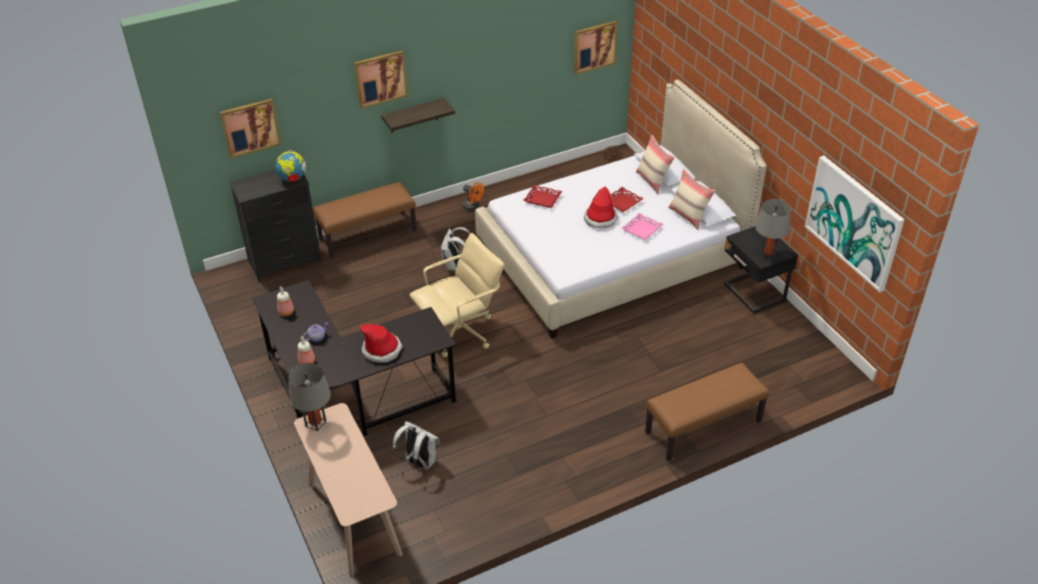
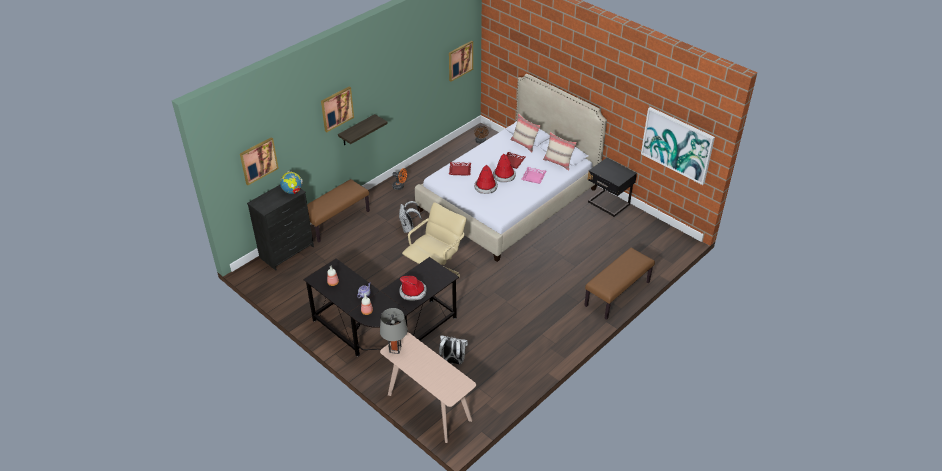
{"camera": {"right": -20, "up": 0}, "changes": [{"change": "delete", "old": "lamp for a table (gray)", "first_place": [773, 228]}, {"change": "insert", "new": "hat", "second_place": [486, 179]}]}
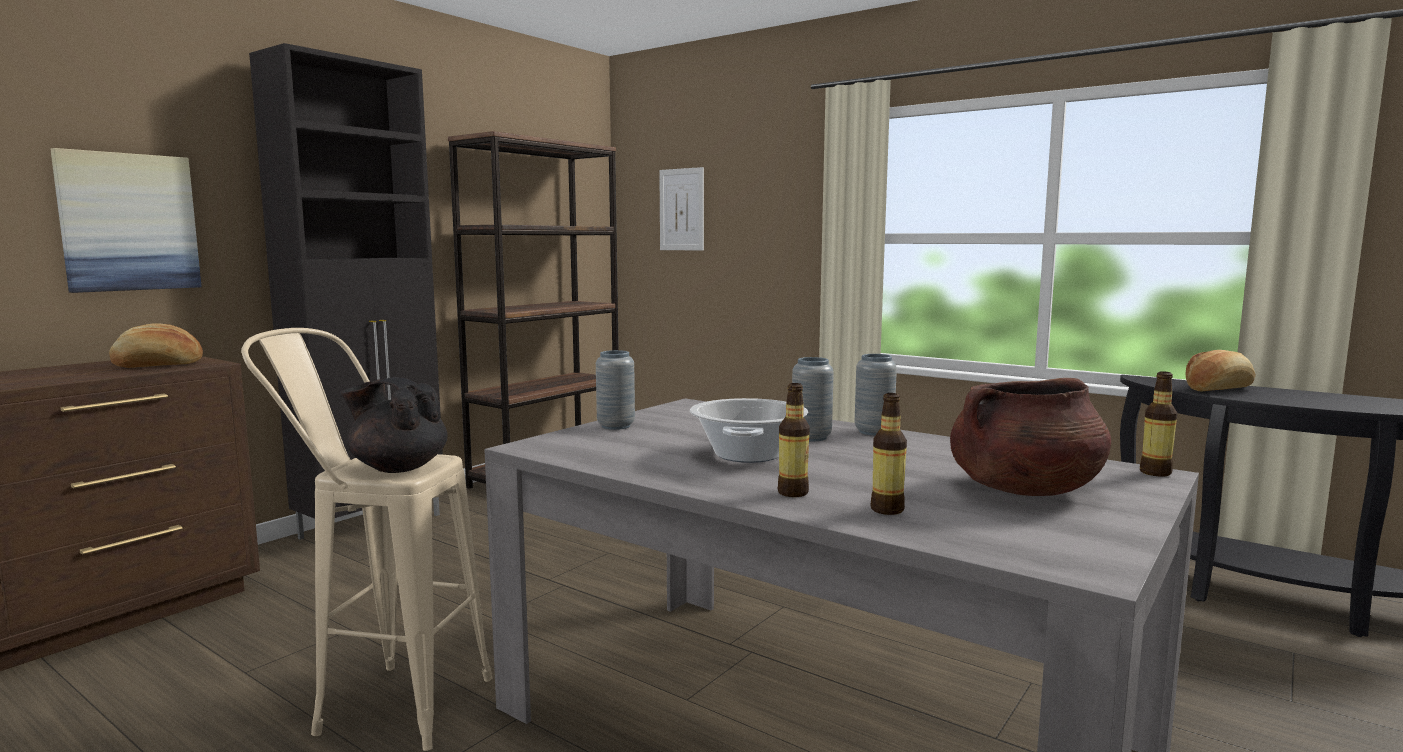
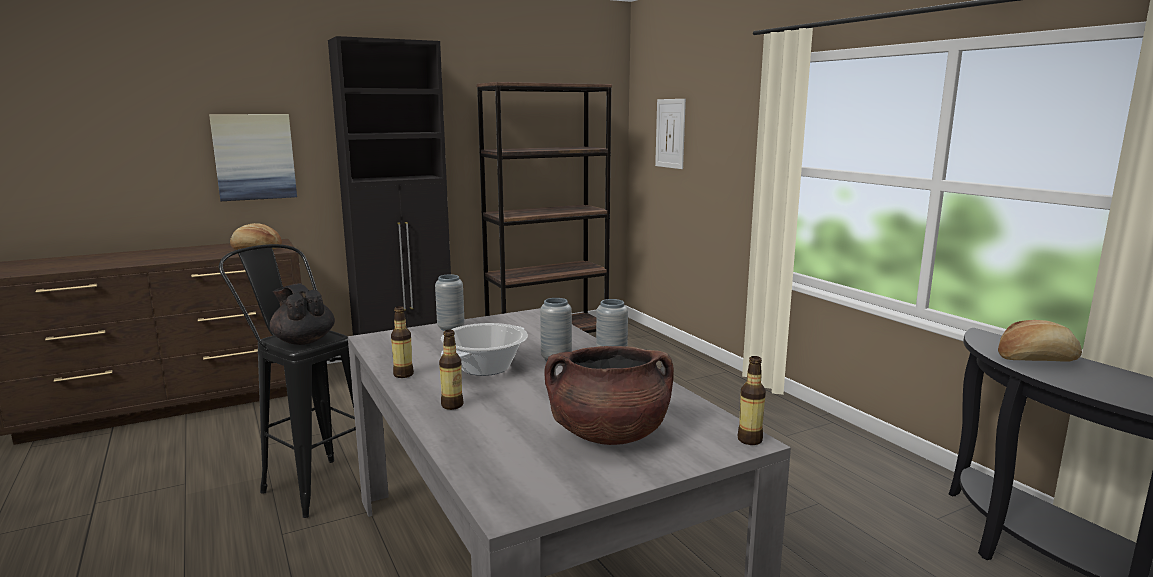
{"camera": {"right": 25, "up": 5}, "changes": [{"change": "recolor", "old": "stool (beige)", "new": "stool (black)", "first_place": [366, 539], "second_place": [287, 381]}, {"change": "move", "old": "bottle", "first_place": [889, 454], "second_place": [402, 342]}]}
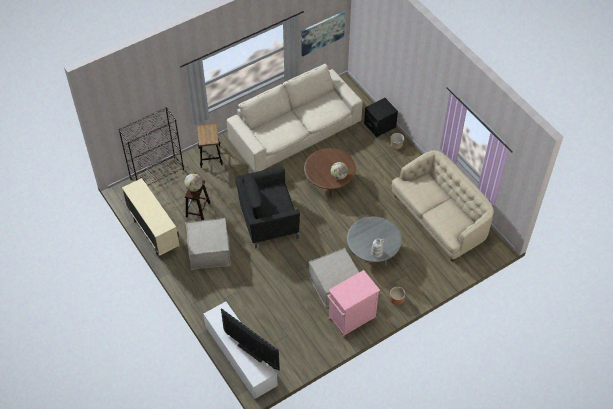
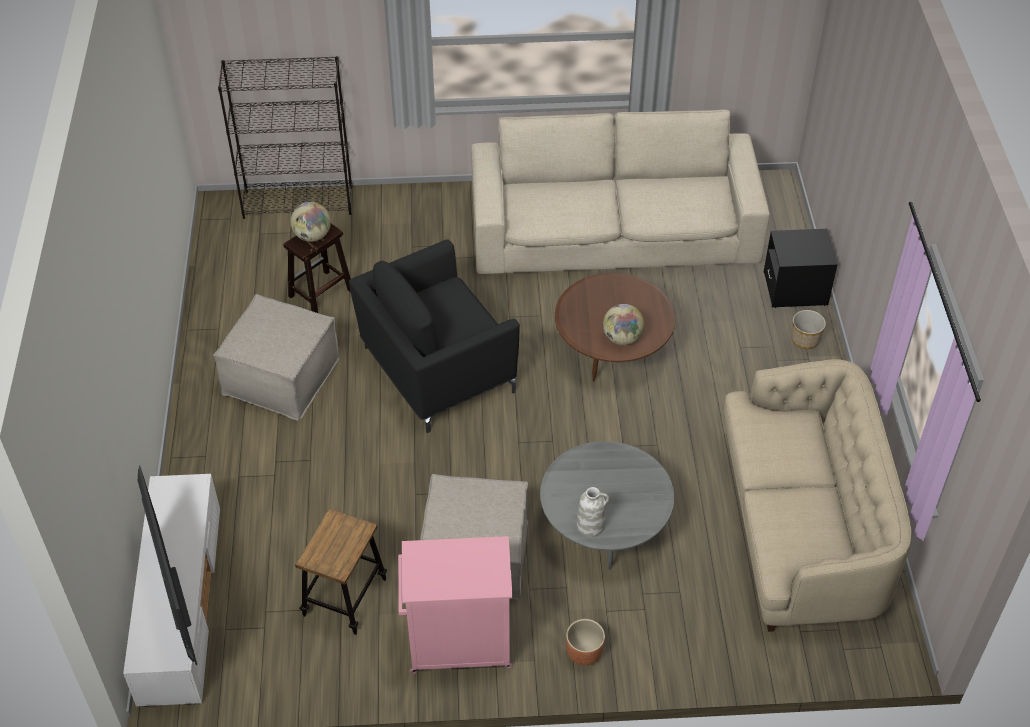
{"camera": {"right": 30, "up": -5}, "changes": [{"change": "delete", "old": "picture", "first_place": [323, 33]}, {"change": "move", "old": "stool", "first_place": [210, 145], "second_place": [341, 571]}, {"change": "rotate", "old": "lounge chair (black)", "first_place": [267, 207], "second_place": [434, 336], "degrees": -45}, {"change": "delete", "old": "cupboard (beige)", "first_place": [150, 217]}]}
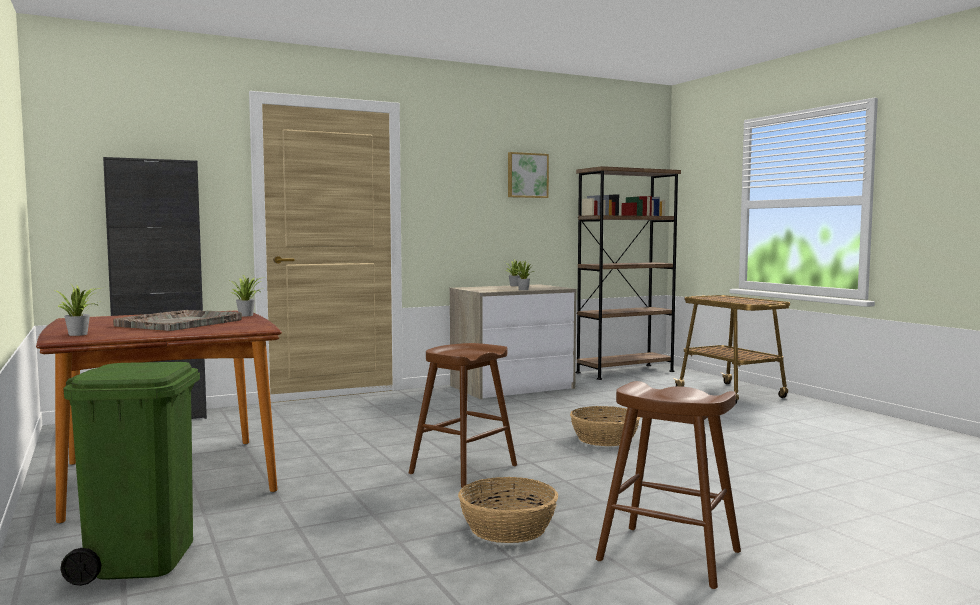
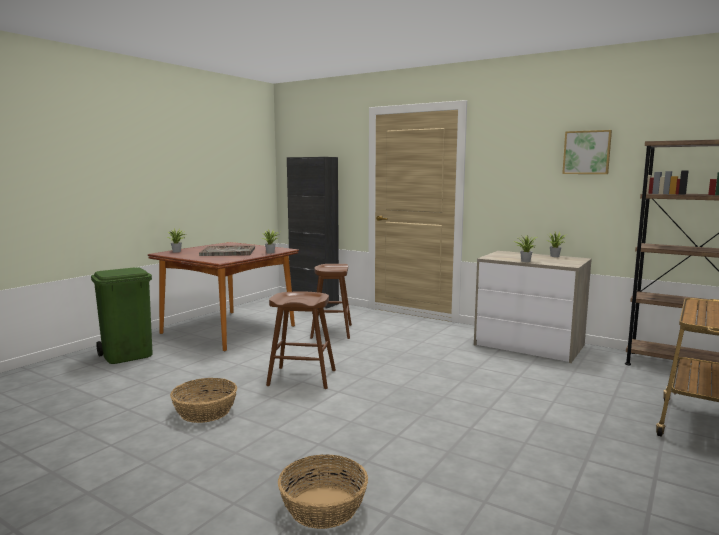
{"camera": {"right": 60, "up": 5}, "changes": [{"change": "move", "old": "stool (brown-coloured)", "first_place": [668, 485], "second_place": [331, 301]}, {"change": "move", "old": "storage basket", "first_place": [605, 426], "second_place": [323, 492]}]}
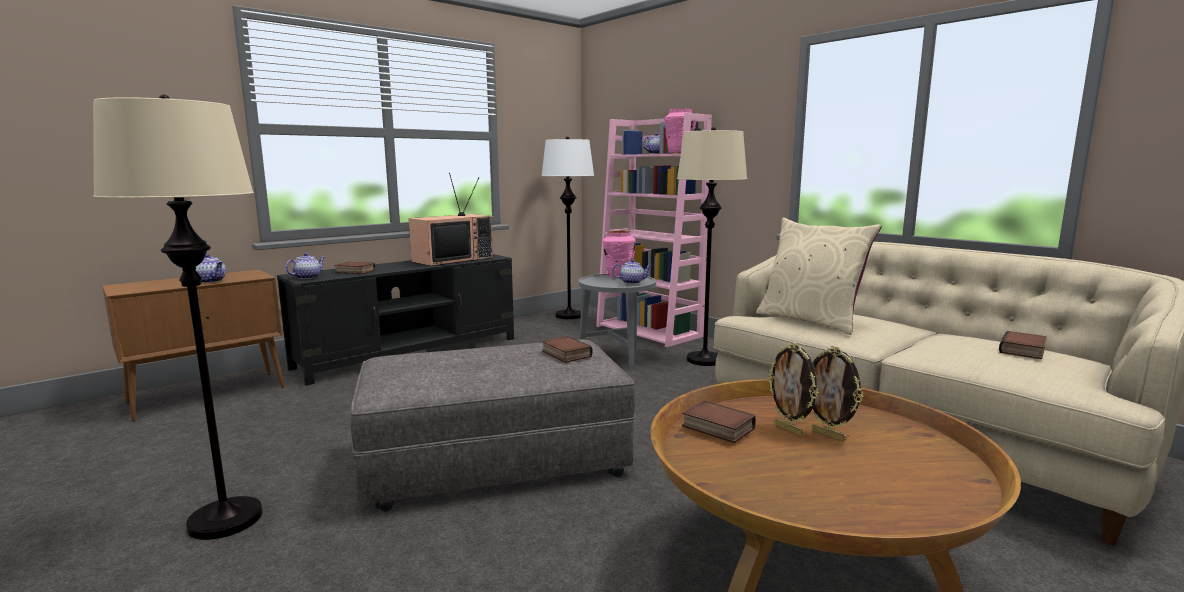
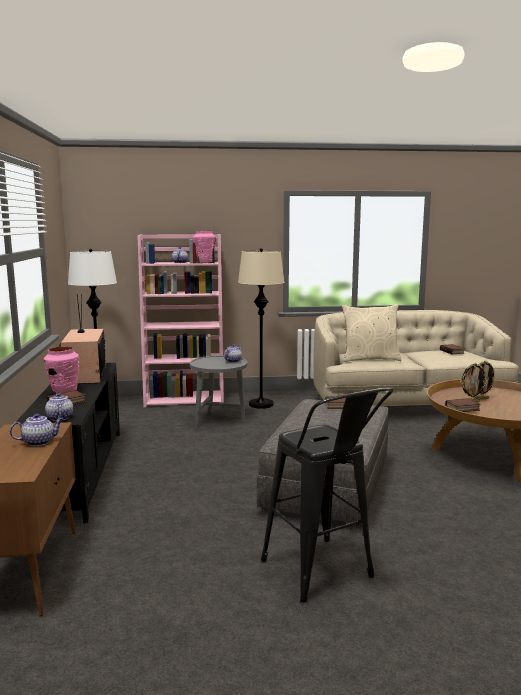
{"camera": {"right": -55, "up": 0}, "changes": [{"change": "replace", "old": "standing lamp (beige)", "new": "stool (black)", "first_place": [178, 317], "second_place": [327, 495]}, {"change": "move", "old": "decorative vase (pink)", "first_place": [619, 253], "second_place": [61, 370]}]}
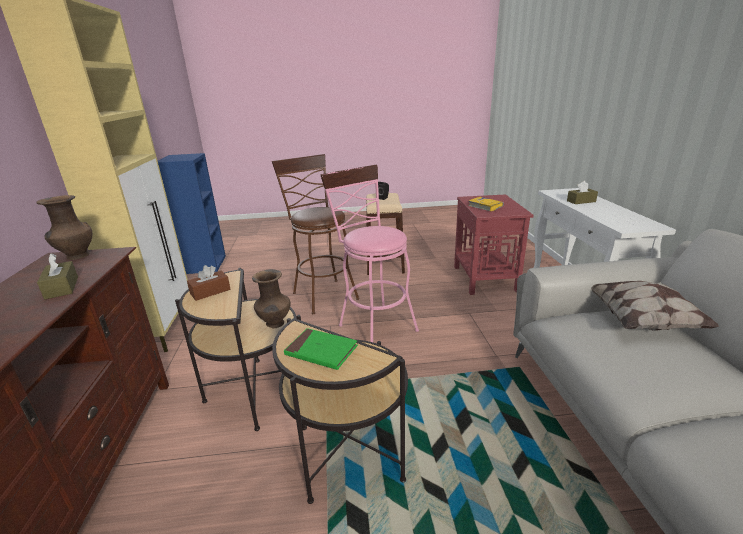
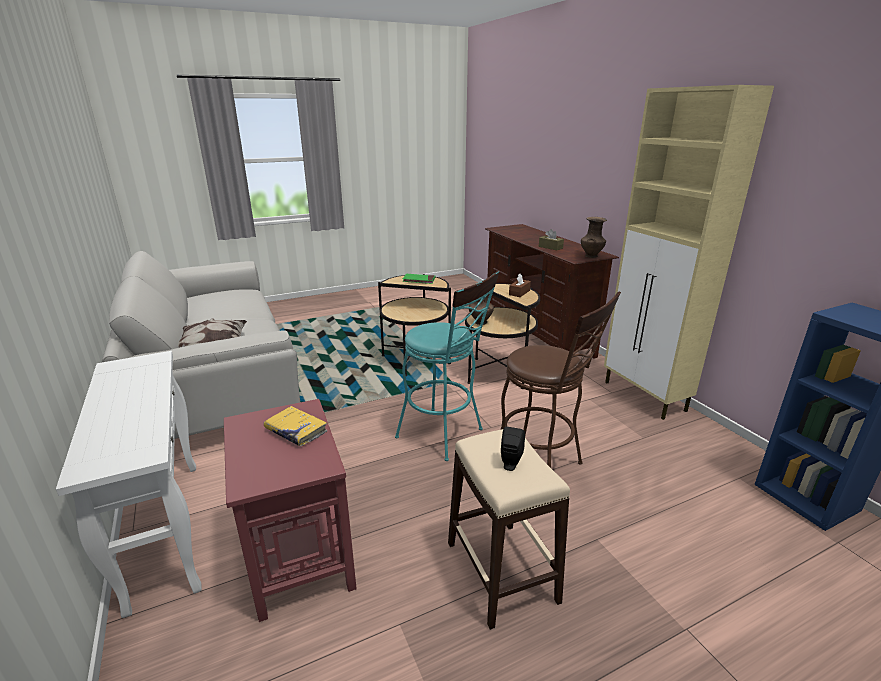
{"camera": {"right": 160, "up": 0}, "changes": [{"change": "recolor", "old": "stool (pink)", "new": "stool (turquoise-coloured)", "first_place": [369, 253], "second_place": [447, 366]}, {"change": "delete", "old": "box of tissues (brown-coloured)", "first_place": [582, 192]}]}
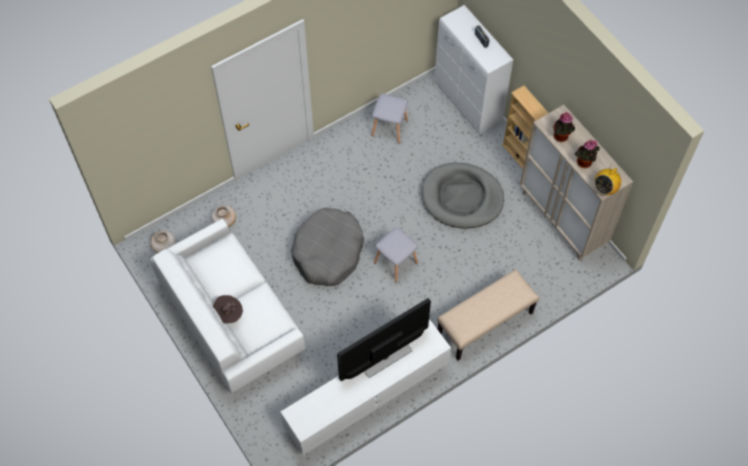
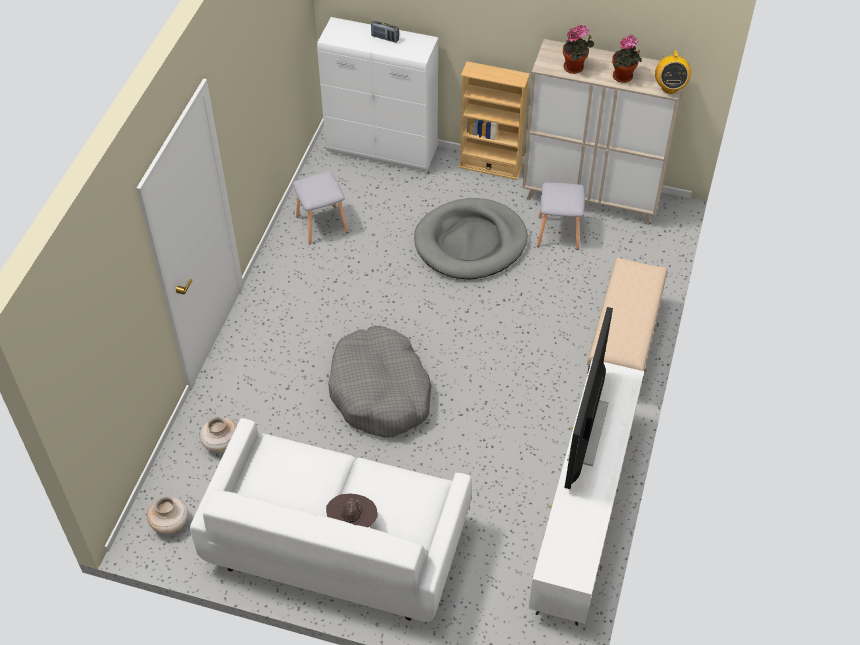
{"camera": {"right": -40, "up": -10}, "changes": [{"change": "move", "old": "stool (gray)", "first_place": [396, 254], "second_place": [561, 216]}]}
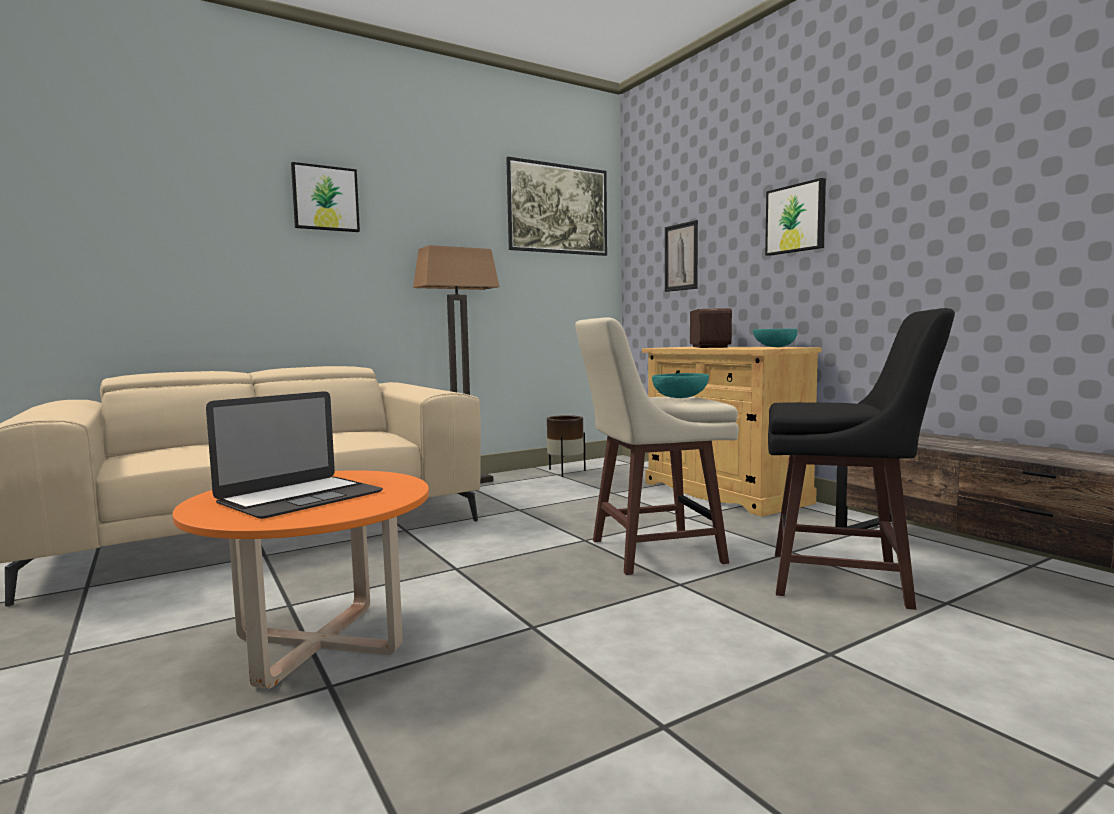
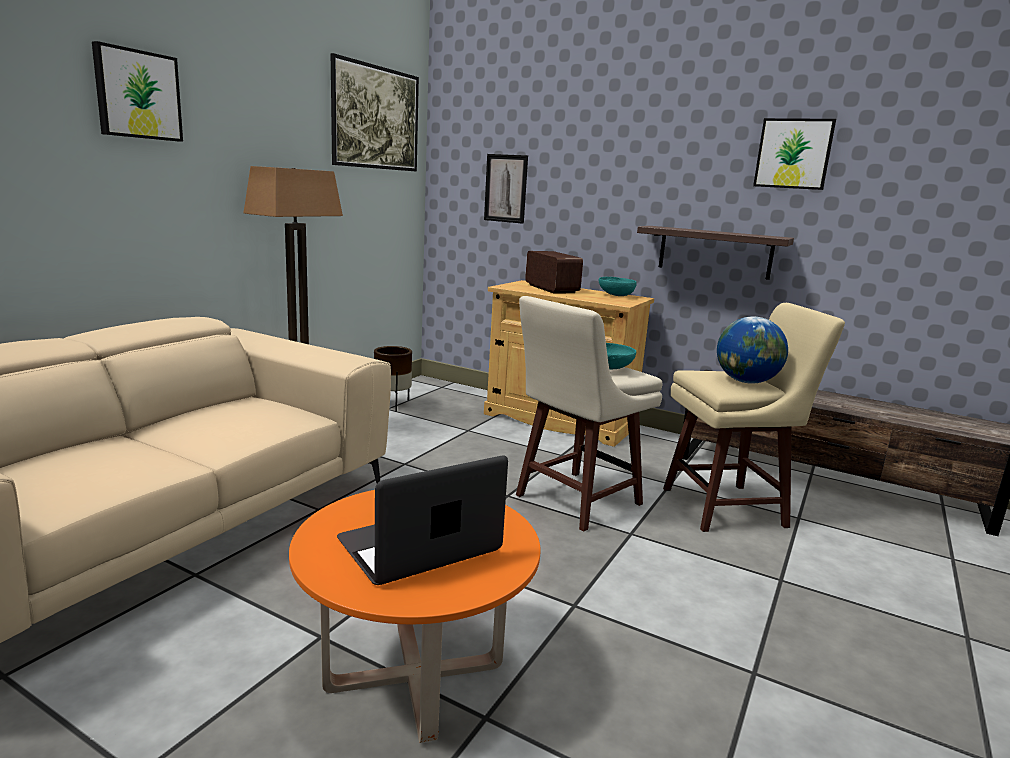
{"camera": {"right": -30, "up": 10}, "changes": [{"change": "move", "old": "picture", "first_place": [795, 217], "second_place": [794, 154]}, {"change": "recolor", "old": "stool (black)", "new": "stool (beige)", "first_place": [861, 459], "second_place": [754, 417]}, {"change": "rotate", "old": "notebook computer", "first_place": [294, 455], "second_place": [422, 520], "degrees": -135}, {"change": "insert", "new": "wall shelf", "second_place": [715, 253]}, {"change": "insert", "new": "globe", "second_place": [752, 350]}]}
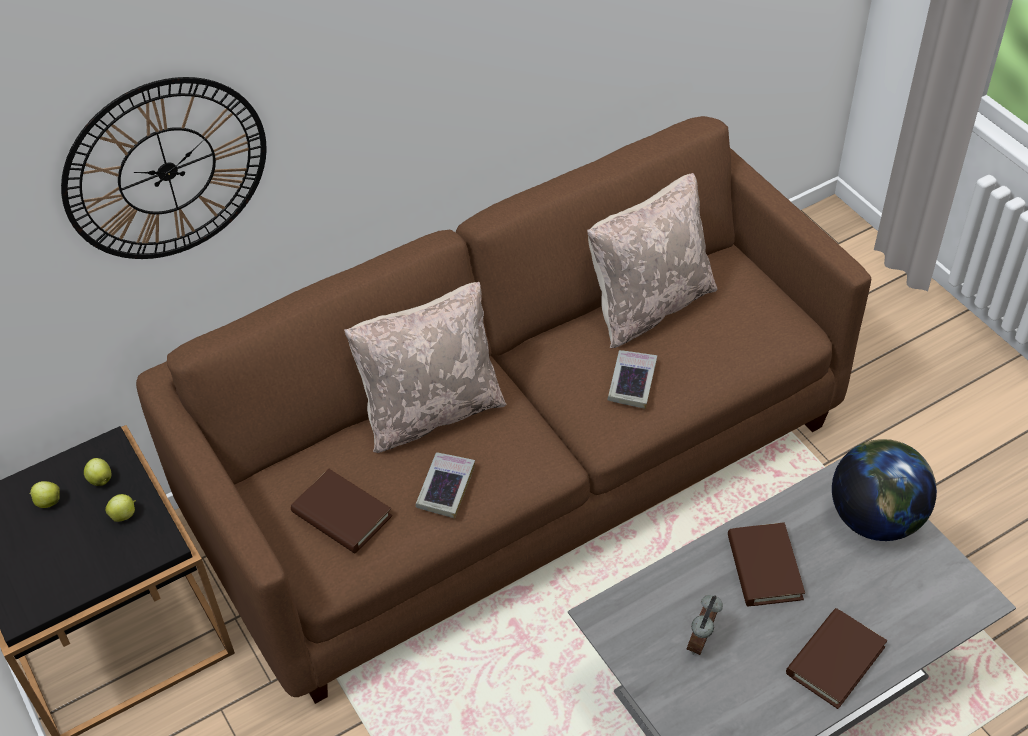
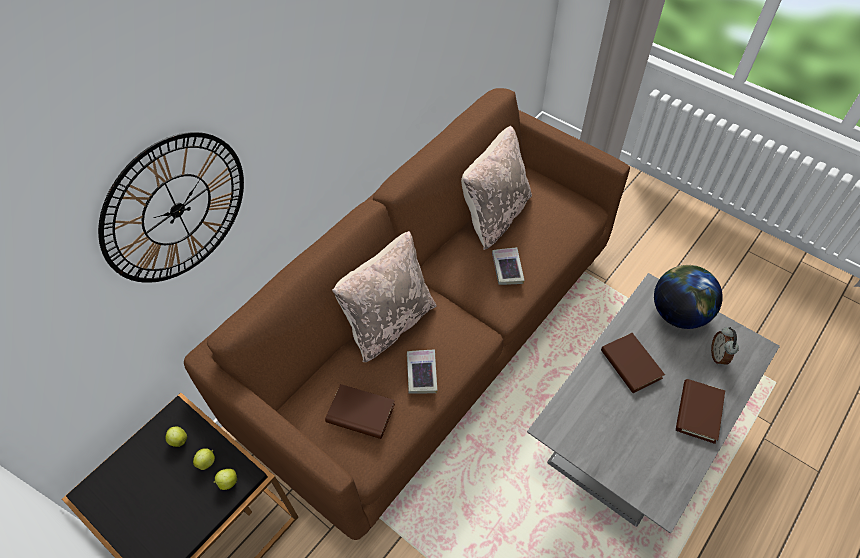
{"camera": {"right": -20, "up": 5}, "changes": [{"change": "move", "old": "whole apple", "first_place": [44, 494], "second_place": [225, 479]}, {"change": "move", "old": "bedside clock", "first_place": [705, 625], "second_place": [725, 346]}]}
